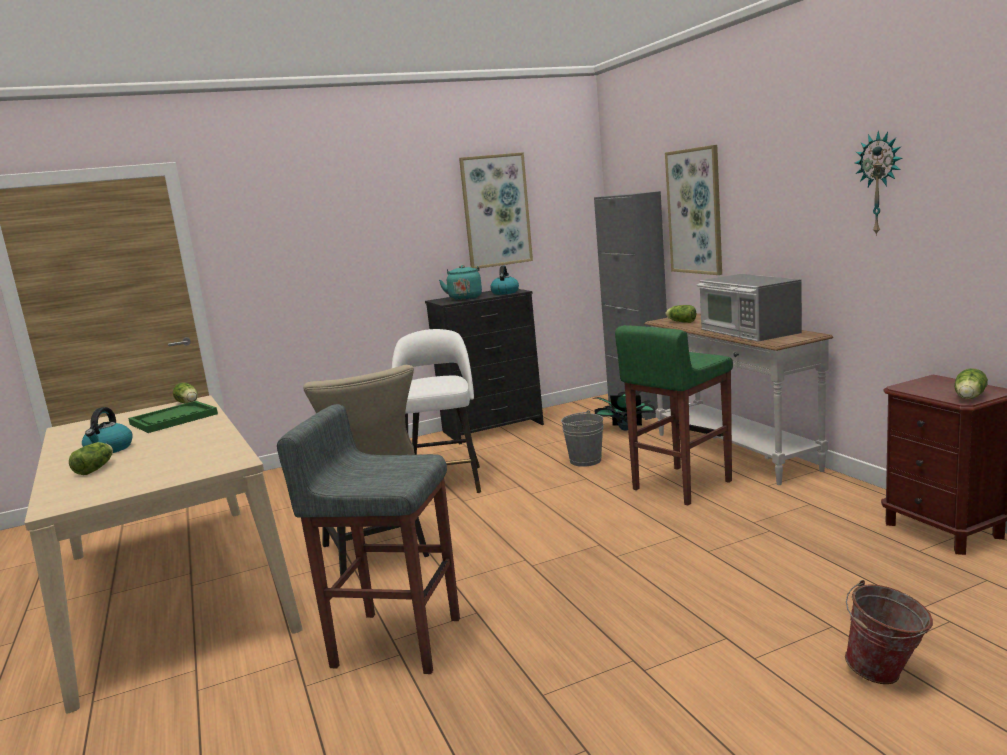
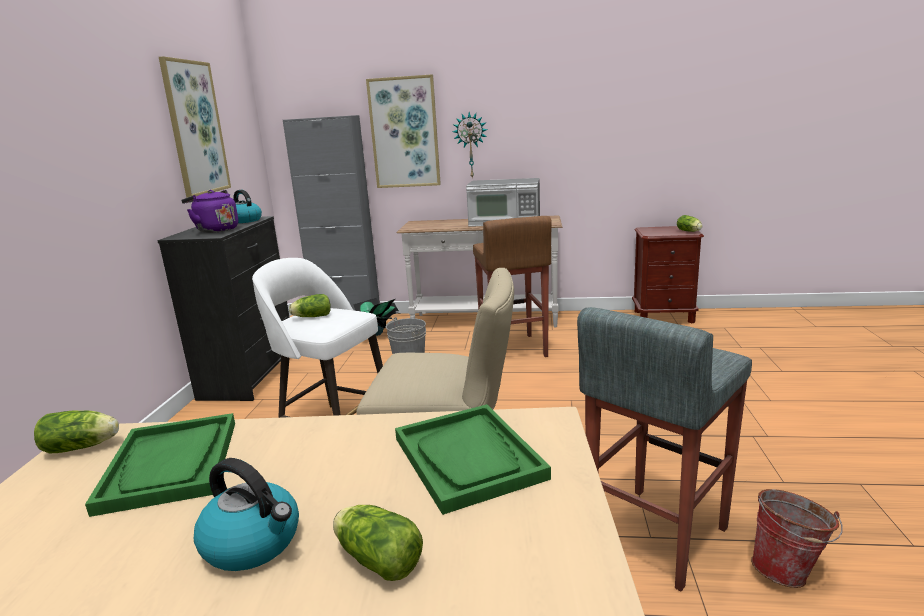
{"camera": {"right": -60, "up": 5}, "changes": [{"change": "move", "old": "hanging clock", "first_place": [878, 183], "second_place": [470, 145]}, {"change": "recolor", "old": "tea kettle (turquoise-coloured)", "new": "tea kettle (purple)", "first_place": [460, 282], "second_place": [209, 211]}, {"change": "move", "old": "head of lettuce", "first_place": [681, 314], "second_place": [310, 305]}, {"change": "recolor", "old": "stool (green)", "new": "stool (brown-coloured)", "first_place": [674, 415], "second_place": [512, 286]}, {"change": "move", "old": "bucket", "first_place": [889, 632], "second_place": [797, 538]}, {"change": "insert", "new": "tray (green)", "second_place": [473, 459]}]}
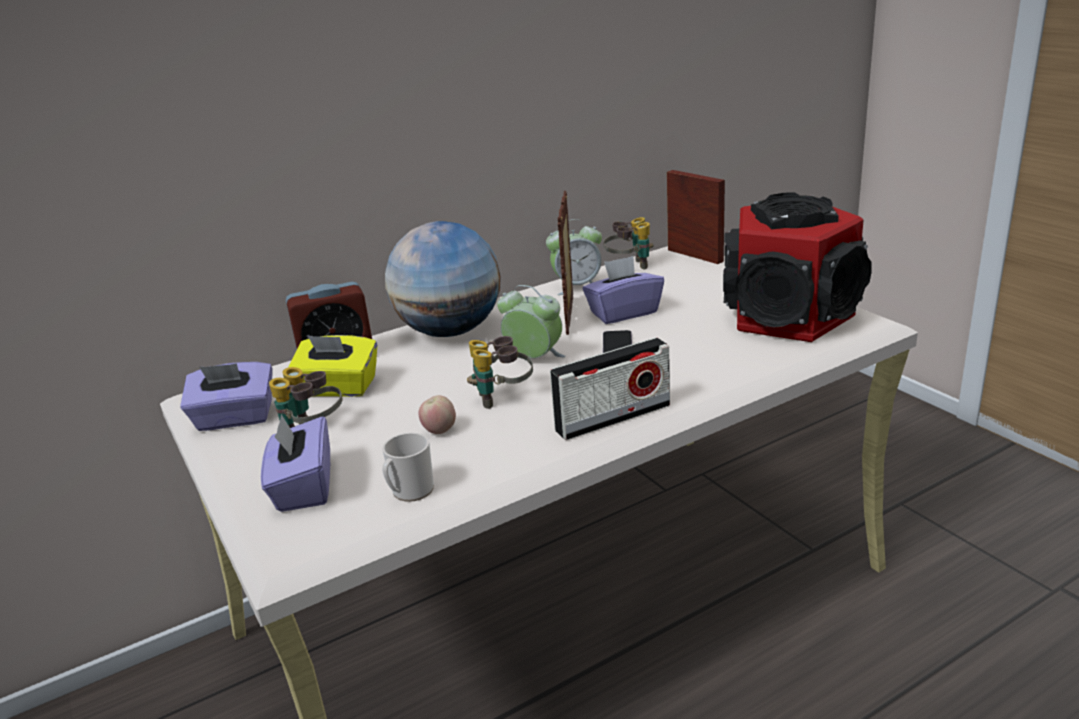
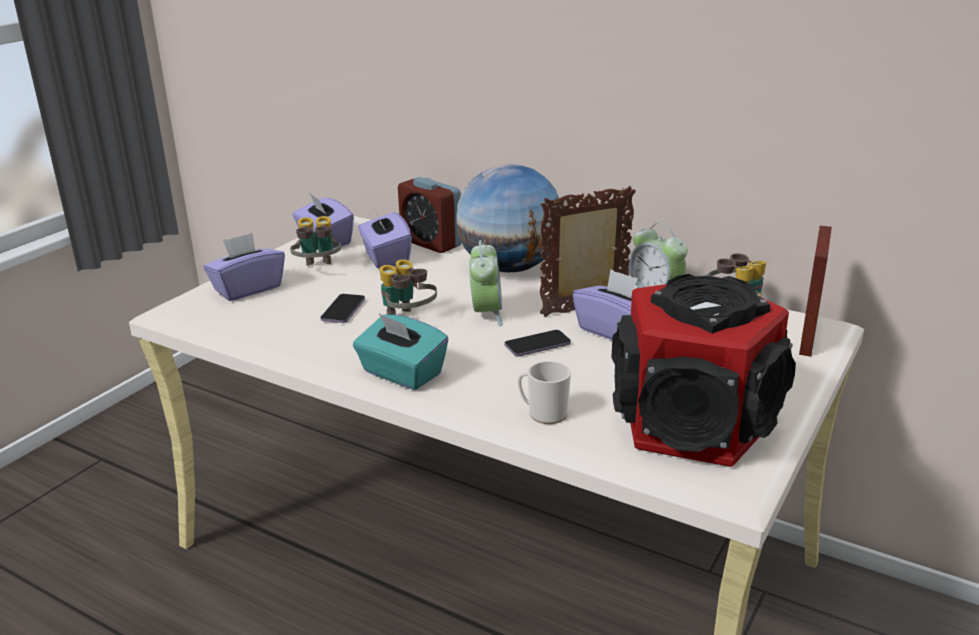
{"camera": {"right": 60, "up": 0}, "changes": [{"change": "recolor", "old": "box of tissues (yellow-coloured)", "new": "box of tissues (purple)", "first_place": [332, 366], "second_place": [385, 239]}, {"change": "replace", "old": "radio set", "new": "box of tissues (turquoise-coloured)", "first_place": [610, 388], "second_place": [400, 352]}, {"change": "replace", "old": "whole apple", "new": "phone", "first_place": [437, 414], "second_place": [342, 308]}, {"change": "move", "old": "coffee mug", "first_place": [408, 467], "second_place": [544, 392]}]}
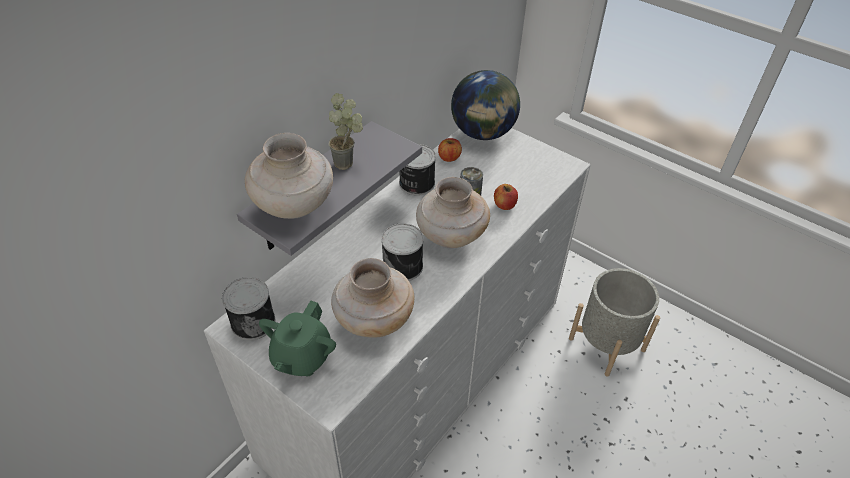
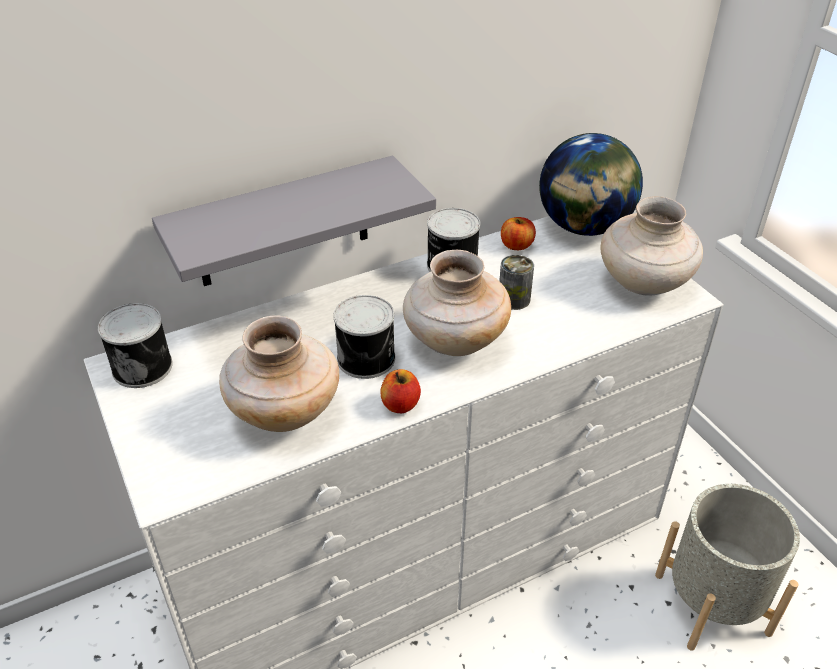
{"camera": {"right": 25, "up": -5}, "changes": [{"change": "delete", "old": "plant in a pot", "first_place": [345, 131]}, {"change": "move", "old": "decorative vase (beige)", "first_place": [289, 176], "second_place": [652, 246]}, {"change": "move", "old": "whole apple", "first_place": [506, 197], "second_place": [400, 391]}, {"change": "delete", "old": "pot for tea (green)", "first_place": [297, 338]}]}
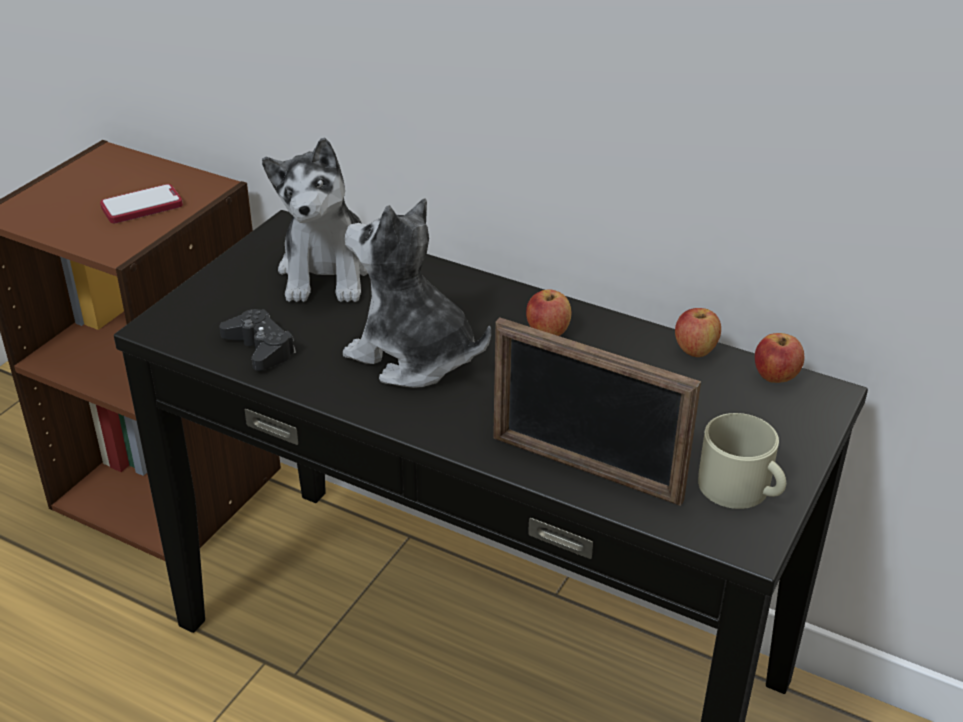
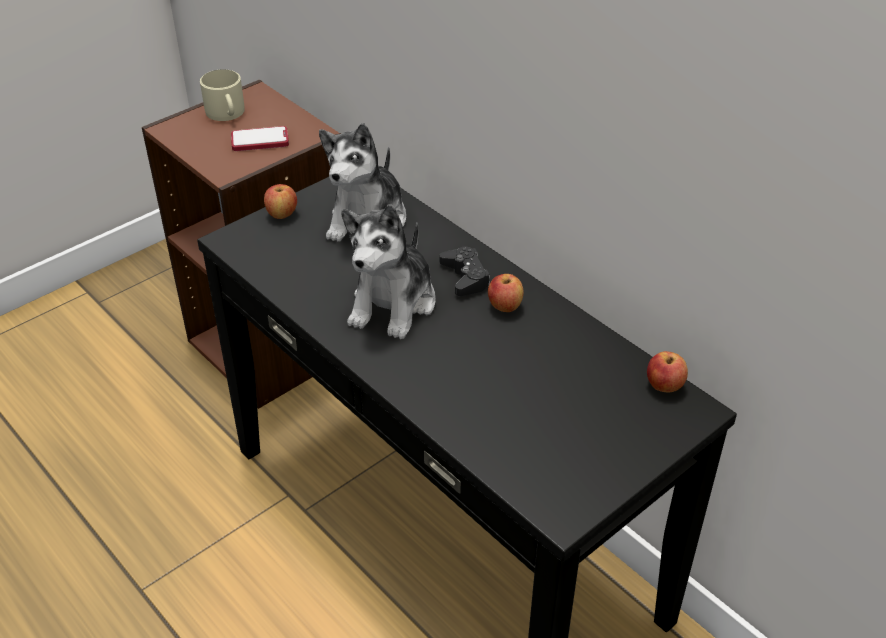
{"camera": {"right": 20, "up": 5}, "changes": [{"change": "rotate", "old": "soft toy", "first_place": [417, 293], "second_place": [388, 271], "degrees": -120}, {"change": "move", "old": "whole apple", "first_place": [698, 332], "second_place": [280, 201]}, {"change": "move", "old": "game controller (black)", "first_place": [257, 340], "second_place": [465, 271]}, {"change": "delete", "old": "picture frame", "first_place": [597, 412]}, {"change": "move", "old": "coffee mug (beige)", "first_place": [742, 461], "second_place": [222, 95]}]}
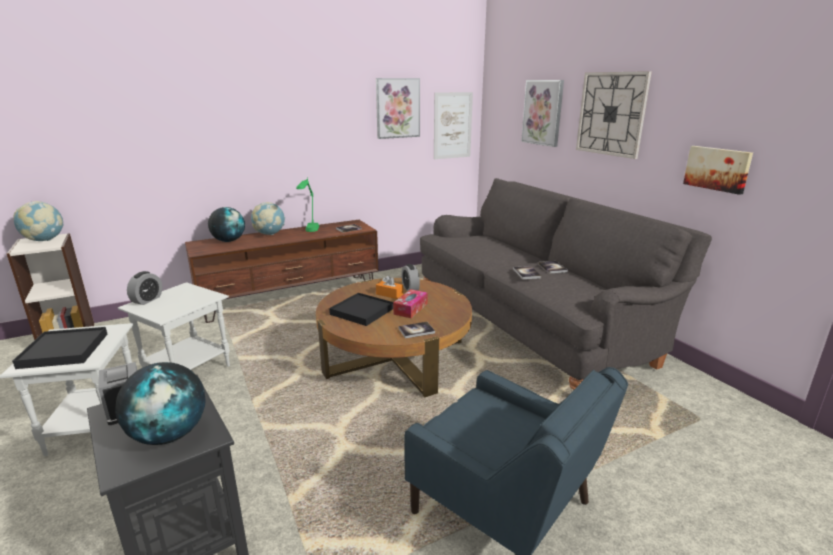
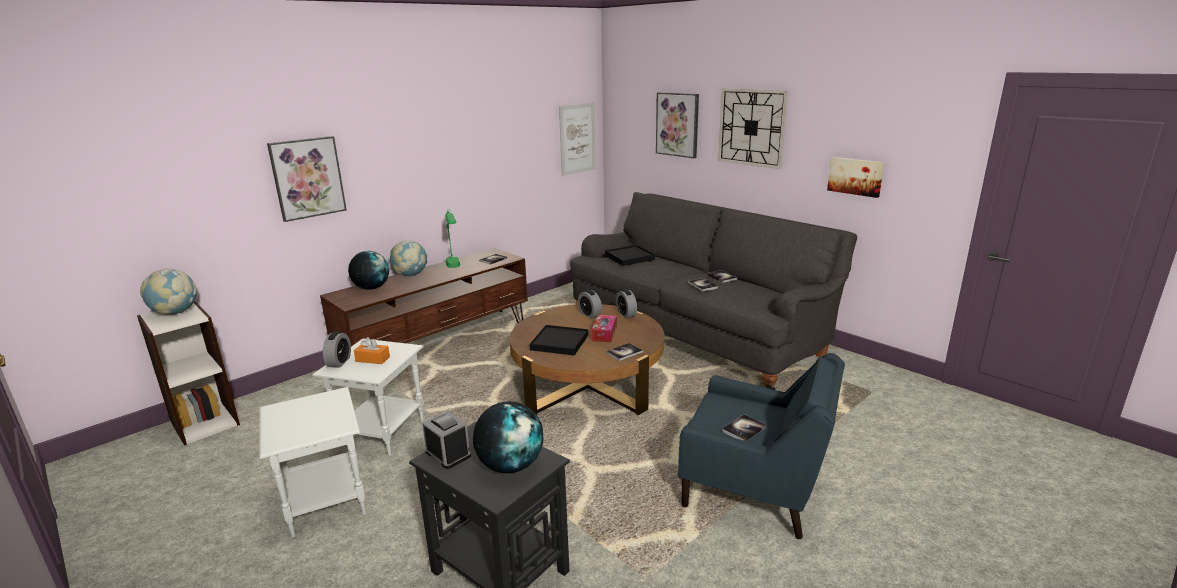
{"camera": {"right": -15, "up": 0}, "changes": [{"change": "move", "old": "picture", "first_place": [398, 108], "second_place": [307, 179]}, {"change": "move", "old": "box of tissues (orangey)", "first_place": [389, 287], "second_place": [372, 350]}, {"change": "move", "old": "tray (black)", "first_place": [60, 348], "second_place": [630, 255]}, {"change": "insert", "new": "bedside clock", "second_place": [626, 303]}, {"change": "insert", "new": "volume", "second_place": [744, 427]}]}
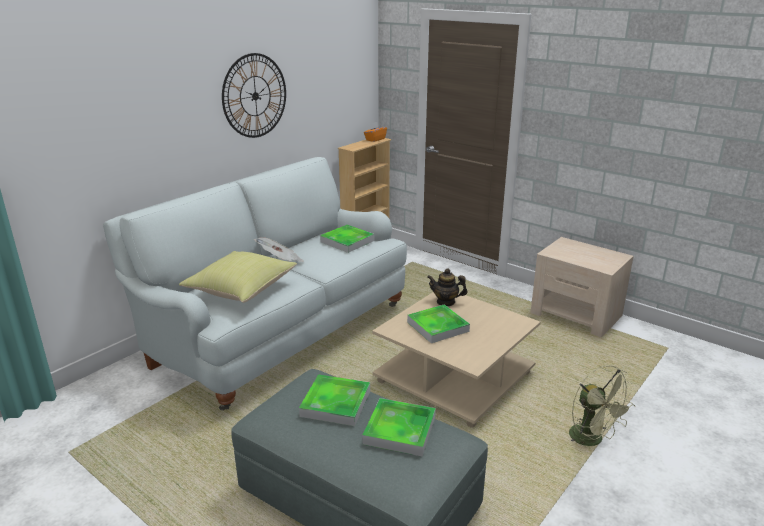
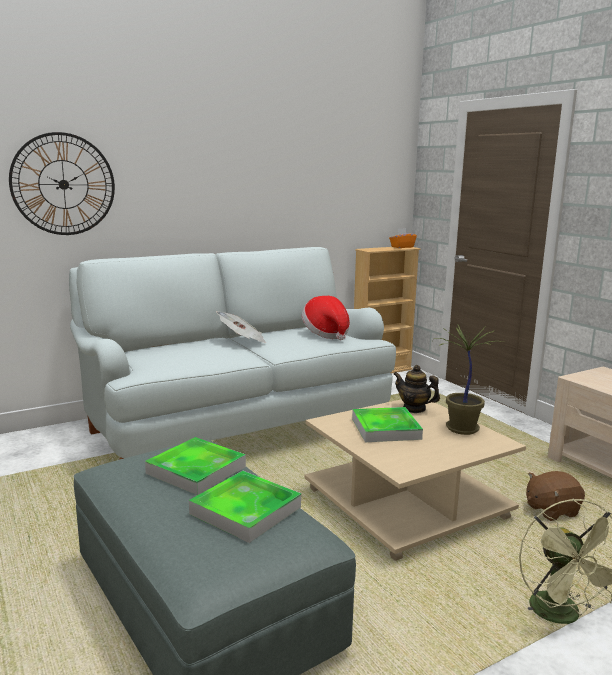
{"camera": {"right": 20, "up": -10}, "changes": [{"change": "move", "old": "hanging clock", "first_place": [254, 95], "second_place": [62, 183]}, {"change": "replace", "old": "tray", "new": "hat", "first_place": [347, 239], "second_place": [326, 318]}, {"change": "delete", "old": "throw pillow (yellow-coloured)", "first_place": [238, 277]}, {"change": "insert", "new": "plant in a pot", "second_place": [469, 379]}, {"change": "insert", "new": "soft toy (brown-coloured)", "second_place": [555, 496]}]}
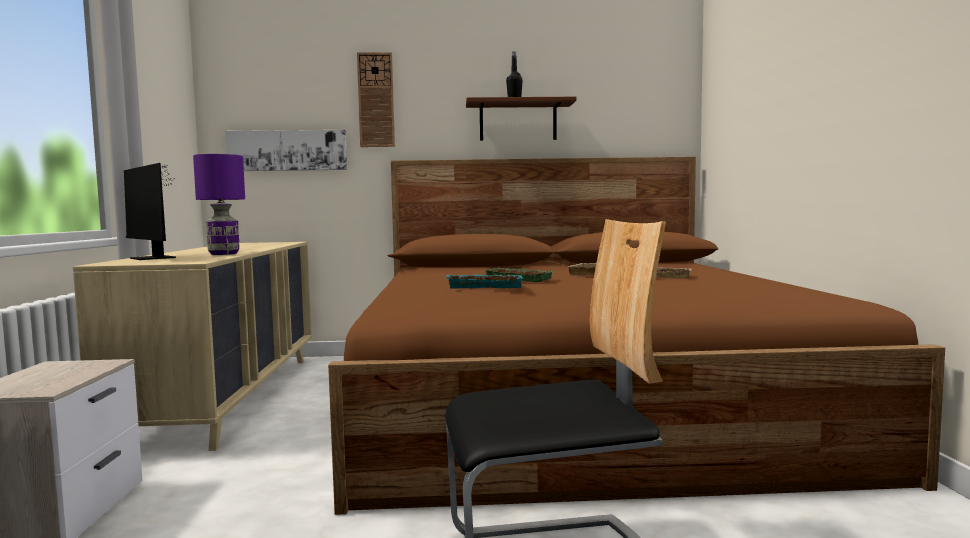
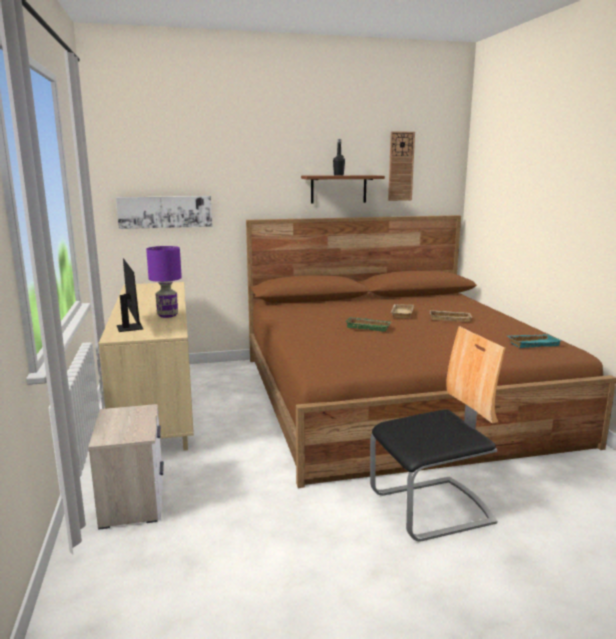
{"camera": {"right": -10, "up": 10}, "changes": [{"change": "move", "old": "hanging clock", "first_place": [376, 99], "second_place": [401, 166]}, {"change": "rotate", "old": "monitor", "first_place": [150, 211], "second_place": [130, 295], "degrees": -150}, {"change": "move", "old": "tray (turquoise-coloured)", "first_place": [484, 281], "second_place": [534, 341]}]}
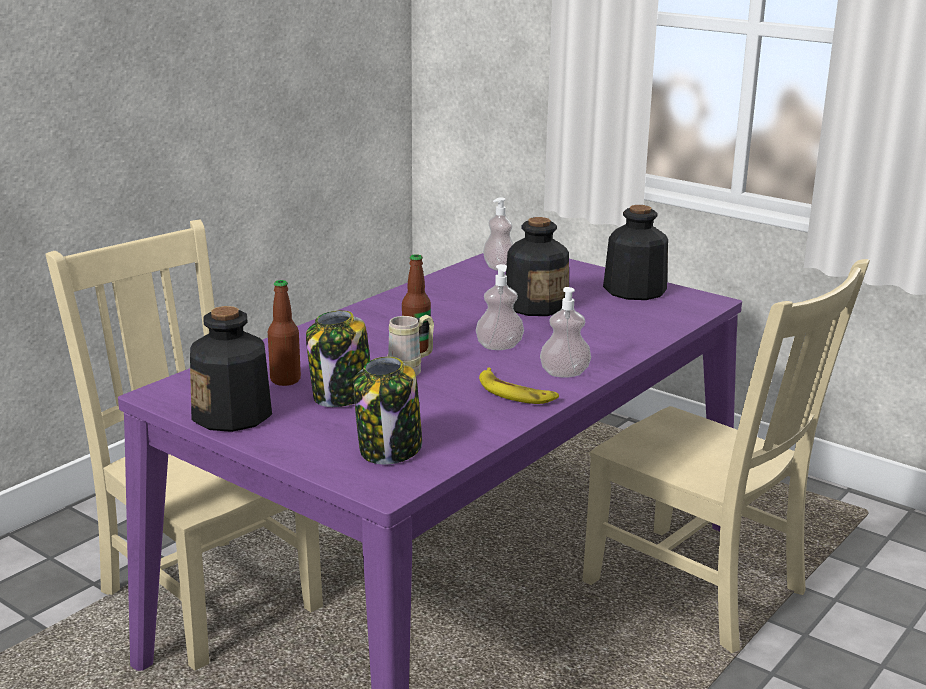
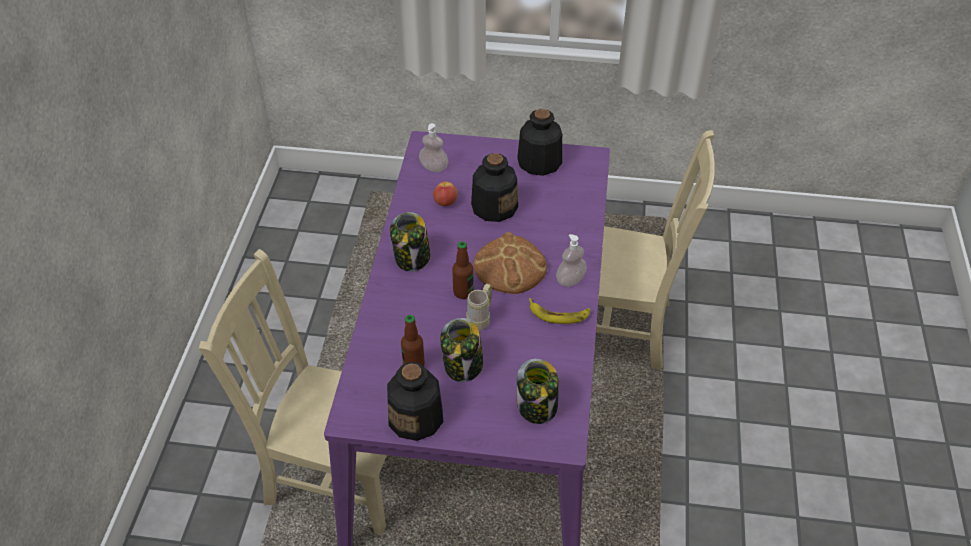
{"camera": {"right": -30, "up": 25}, "changes": [{"change": "replace", "old": "soap bottle", "new": "bakery bread", "first_place": [500, 307], "second_place": [510, 263]}, {"change": "insert", "new": "whole apple", "second_place": [445, 193]}, {"change": "insert", "new": "jar", "second_place": [410, 242]}]}
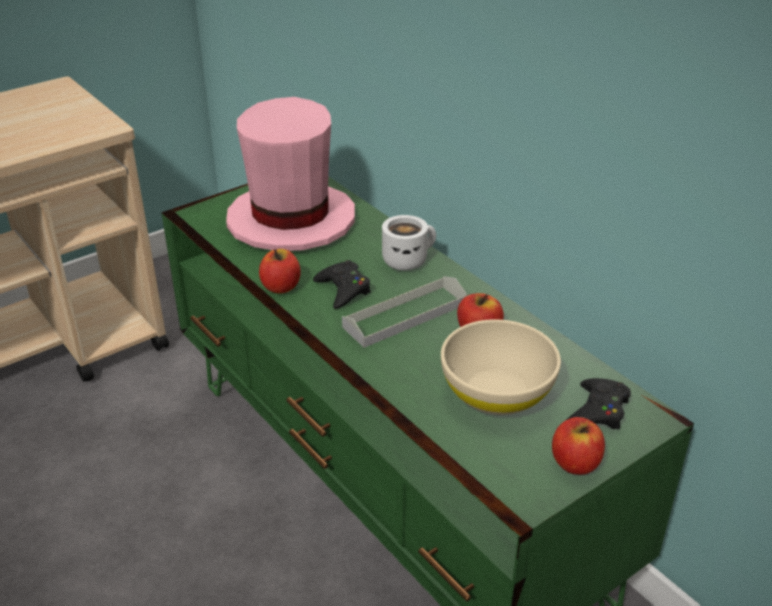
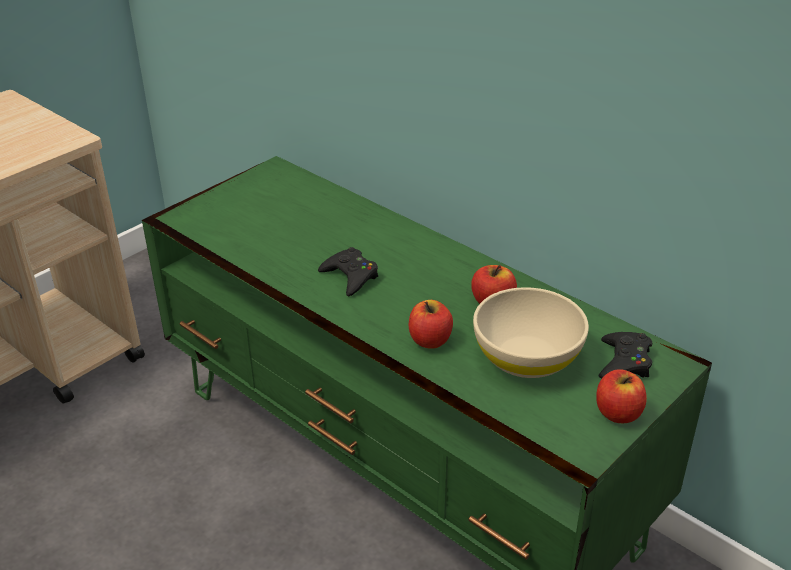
{"camera": {"right": -10, "up": 0}, "changes": [{"change": "delete", "old": "hat (pink)", "first_place": [290, 174]}, {"change": "delete", "old": "coffee mug (white)", "first_place": [409, 242]}, {"change": "move", "old": "whole apple", "first_place": [280, 271], "second_place": [431, 324]}, {"change": "delete", "old": "tray (gray)", "first_place": [404, 312]}]}
